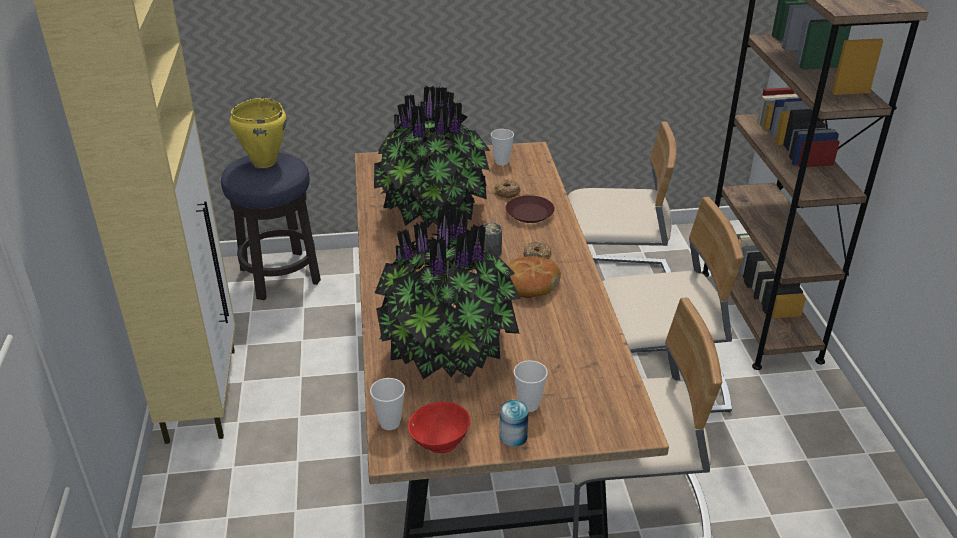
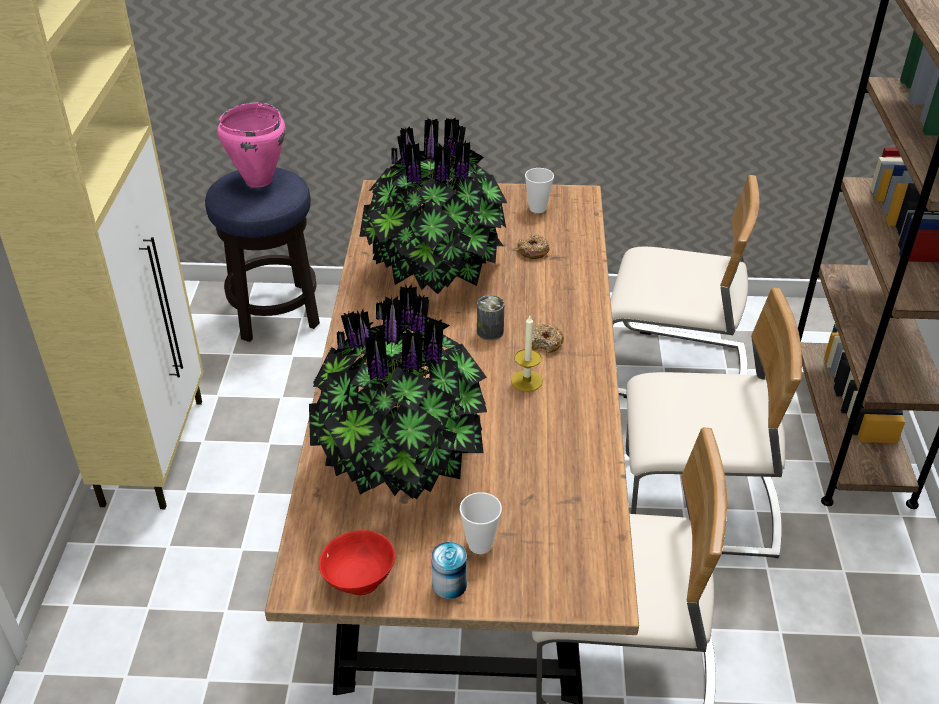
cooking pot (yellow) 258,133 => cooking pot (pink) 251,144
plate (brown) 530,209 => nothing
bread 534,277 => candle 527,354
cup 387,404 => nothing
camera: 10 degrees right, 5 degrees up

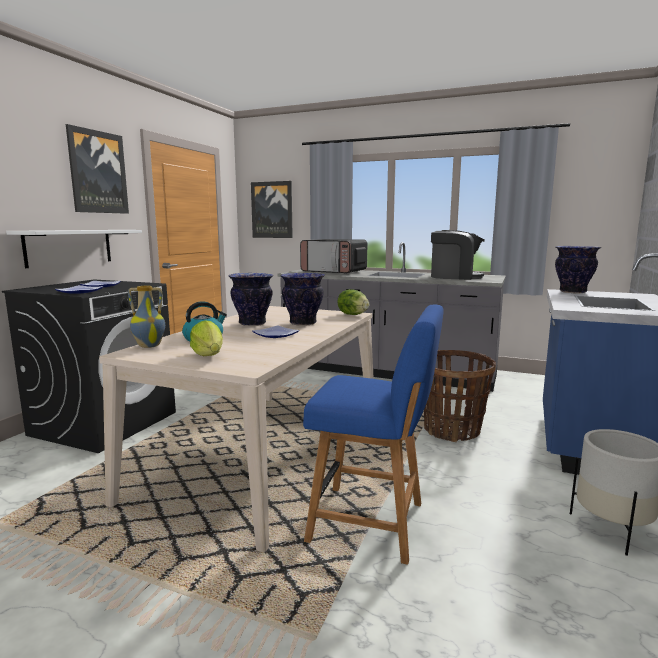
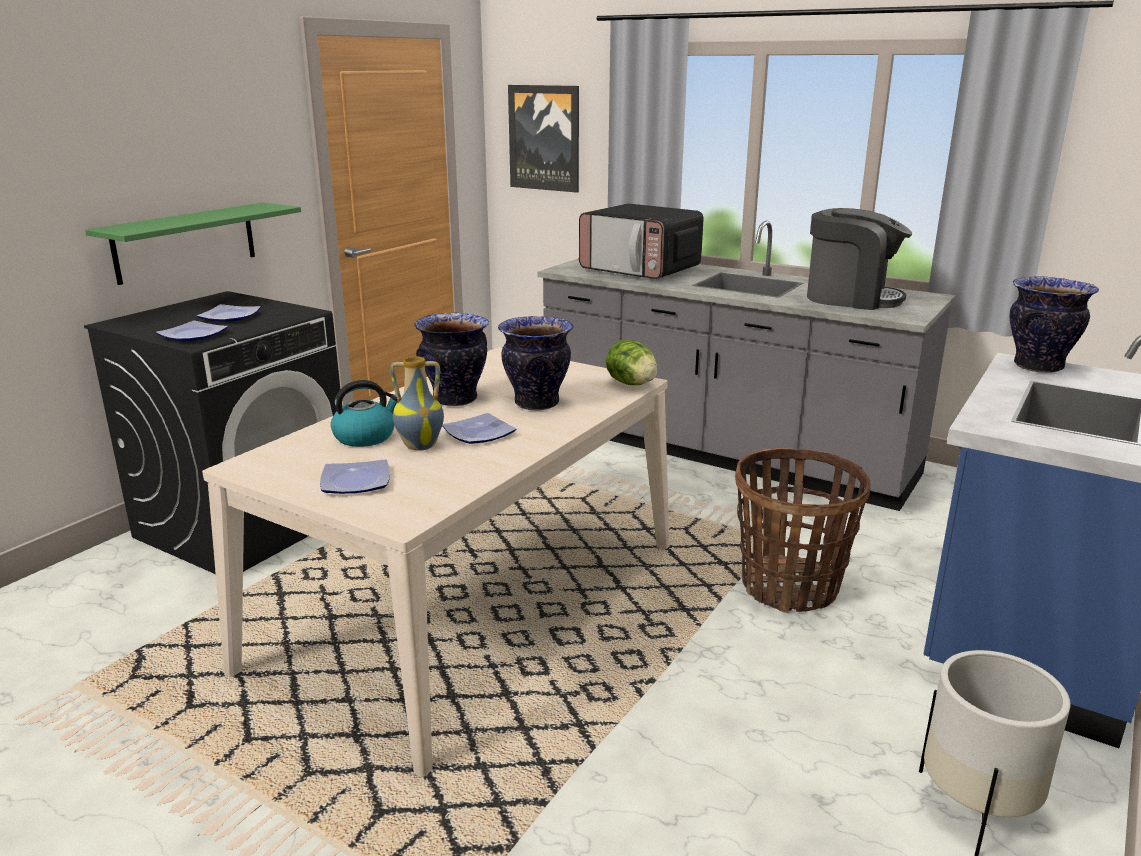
picture 97,169 => nothing
shelf (white) 74,249 => shelf (green) 193,244
vase 146,317 => vase 417,403, shifted
chair (blue) 373,435 => nothing
lettuce 206,338 => plate 355,476
camera: 10 degrees right, 10 degrees up

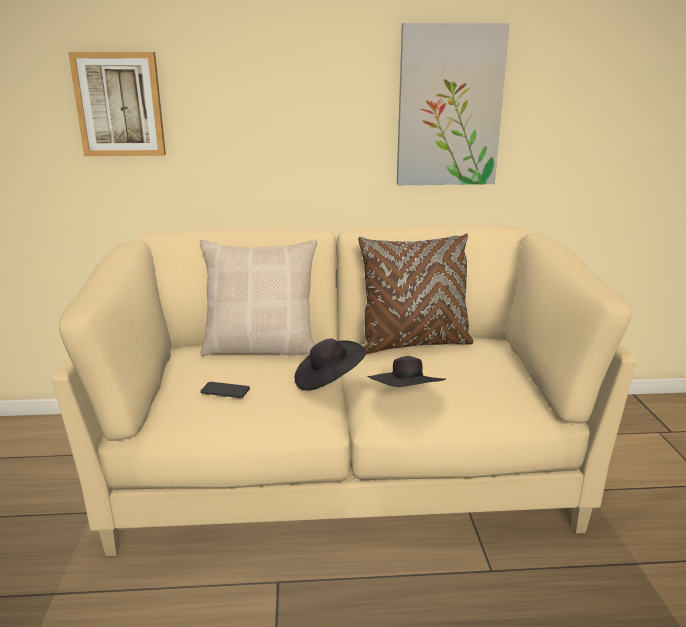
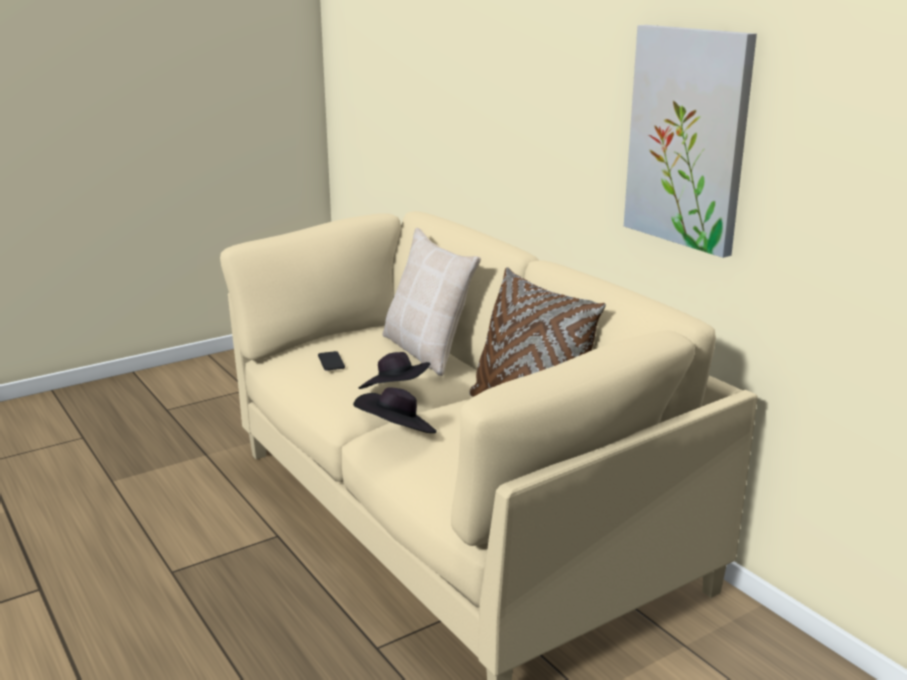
picture 117,104 => nothing
camera: 60 degrees right, 0 degrees up

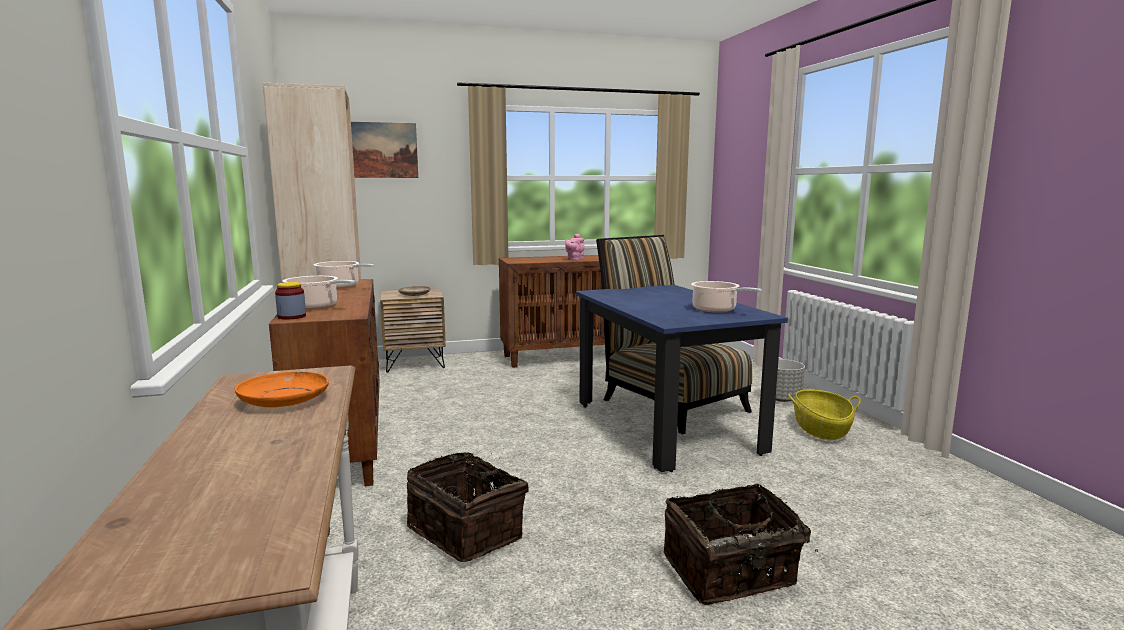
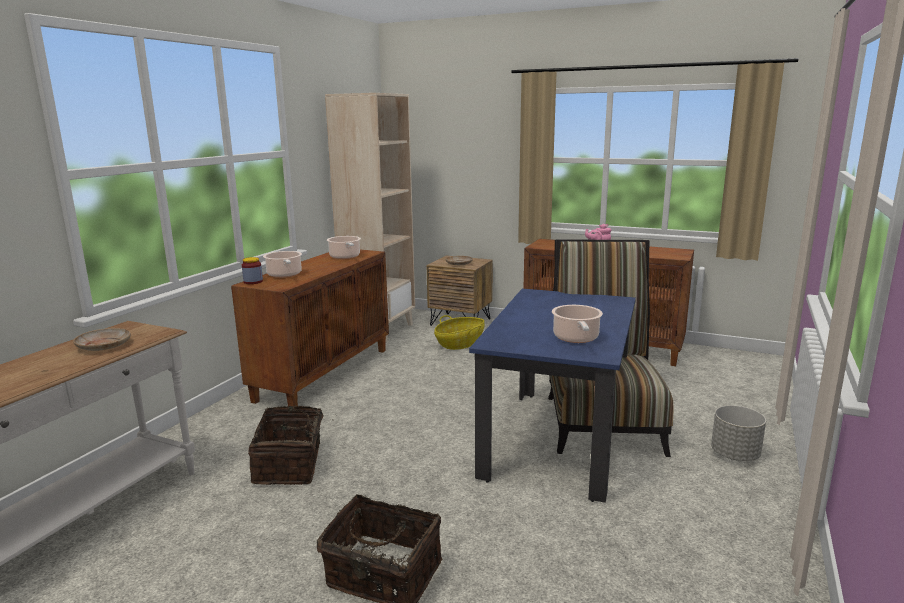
picture 384,150 => nothing
plate (orange) 282,389 => plate (beige) 102,339
basket 824,414 => basket 459,332, shifted
camera: 40 degrees right, 5 degrees up

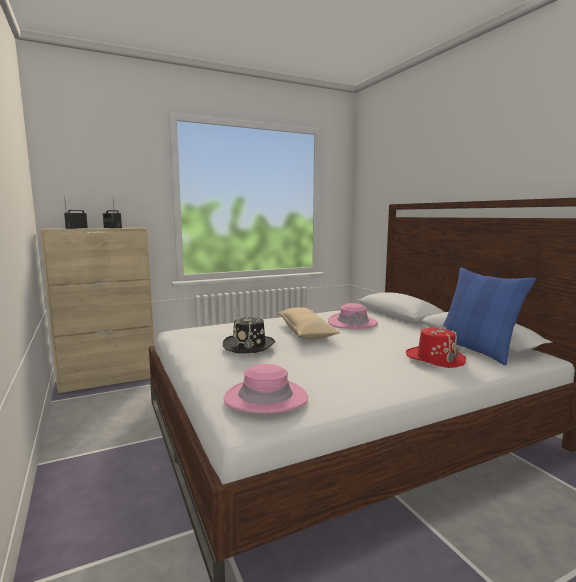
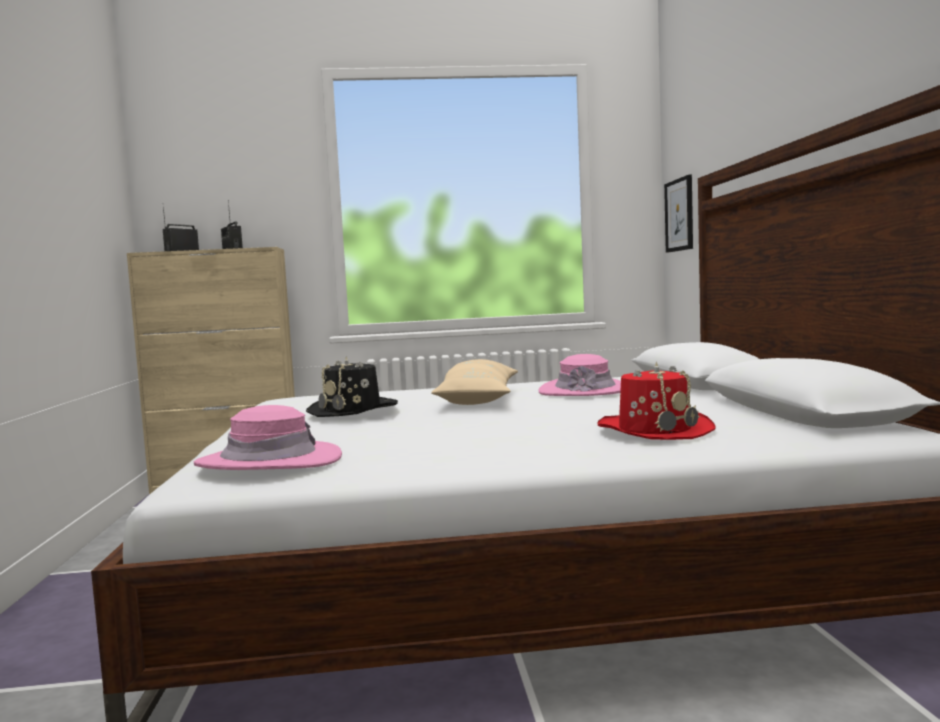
pillow (blue) 489,316 => nothing
nothing => picture 678,214
camera: 20 degrees right, 5 degrees down

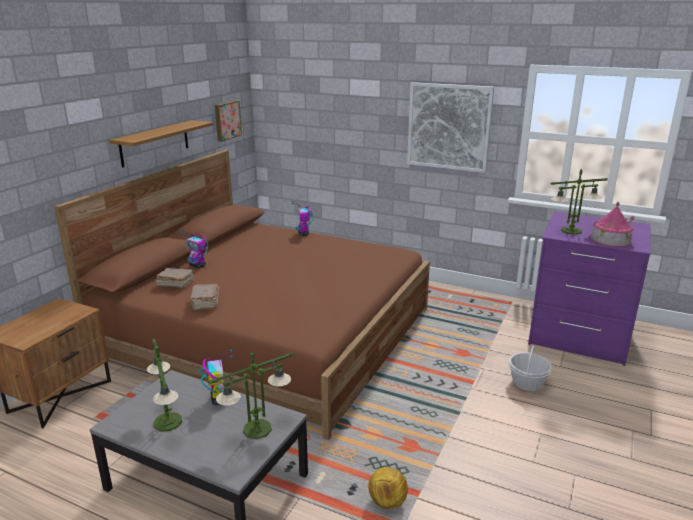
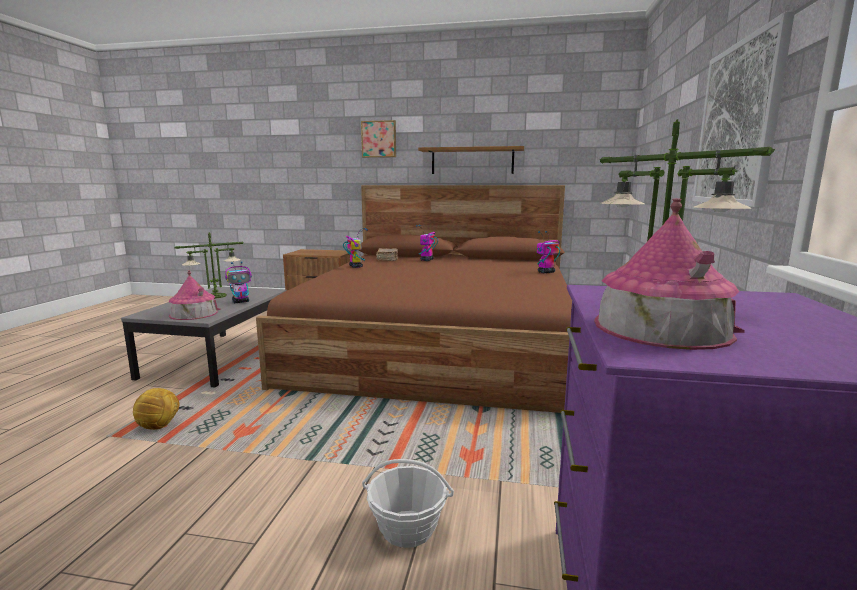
picture 228,121 => picture 378,139, shifted
book (brown) 204,297 => toy robot 355,248
table lamp 251,395 => toy house 195,295
camera: 75 degrees right, 10 degrees down

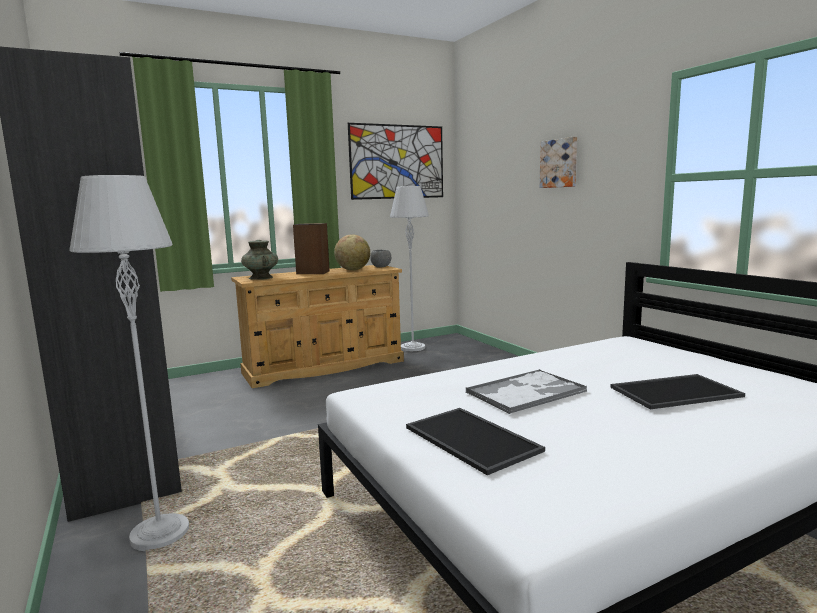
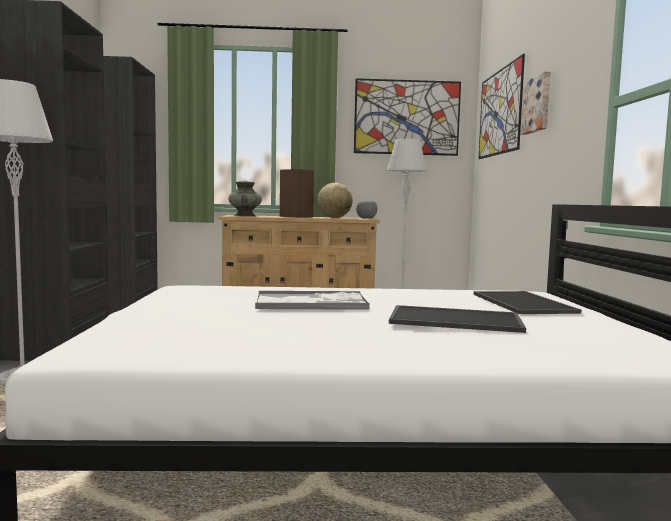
tray 475,441 => tray 527,302, shifted
nothing => picture 502,106
camera: 25 degrees right, 5 degrees down

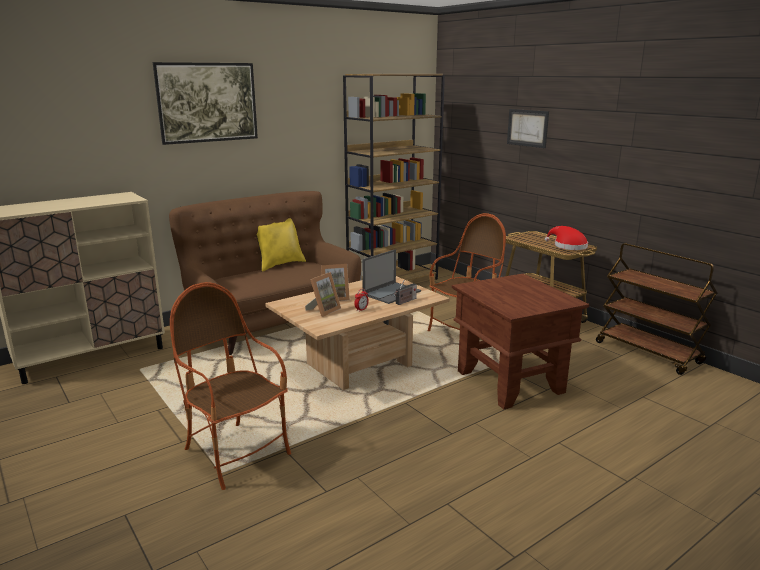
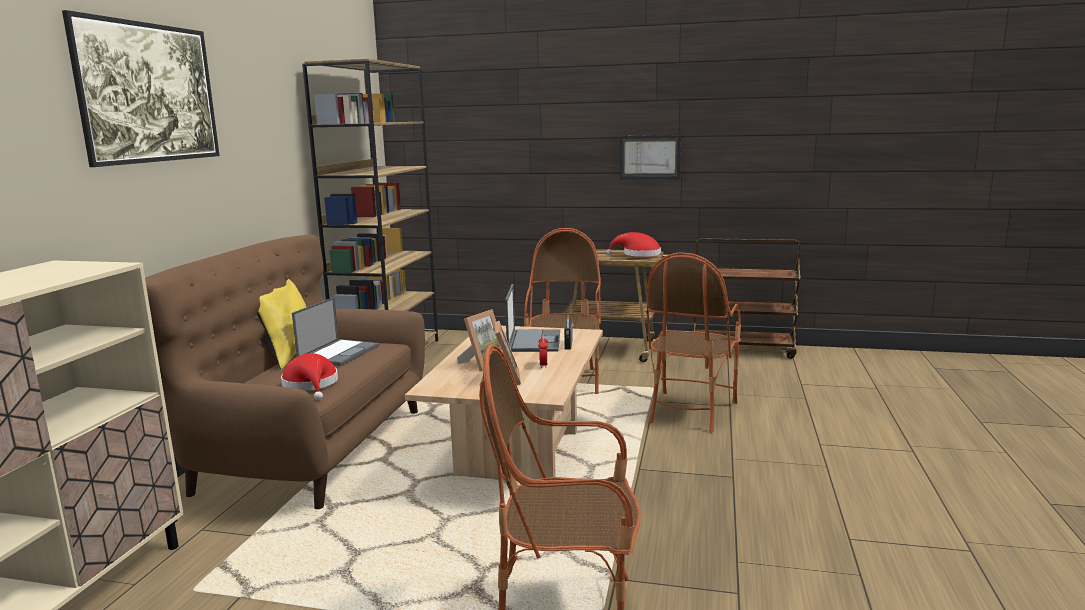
picture 528,128 => picture 650,157, shifted
side table (brown) 520,341 => armchair 693,342
nothing => laptop 336,331
nothing => hat (red) 309,376
camera: 40 degrees left, 5 degrees down

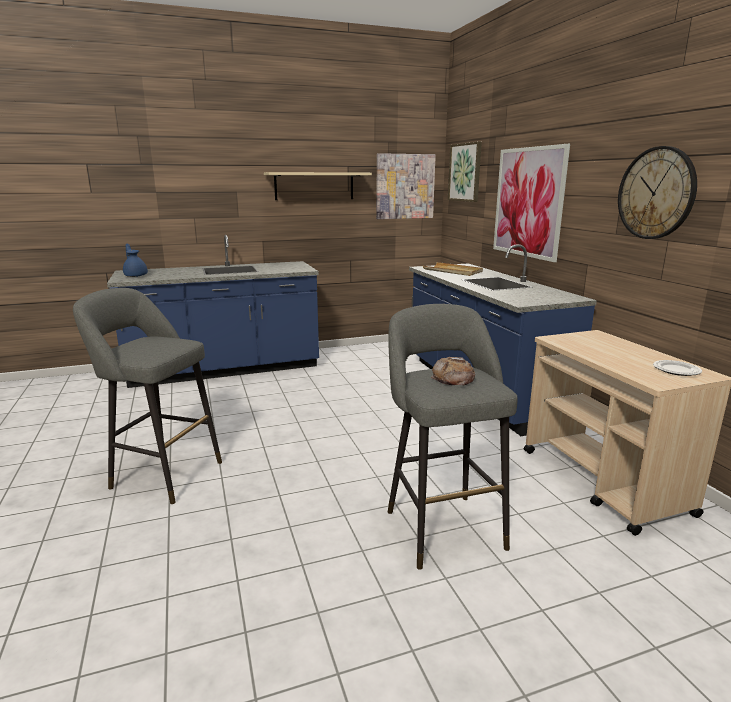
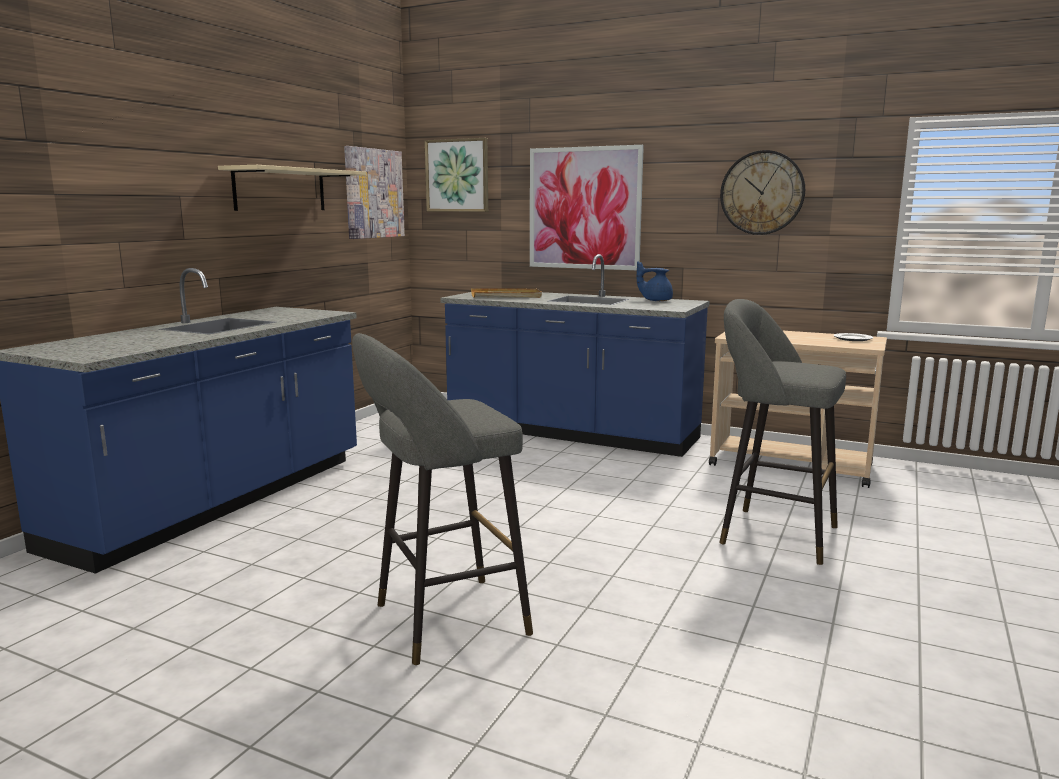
teapot (blue) 135,260 => teapot (blue) 655,281, shifted
bread 453,371 => nothing
camera: 45 degrees left, 5 degrees down

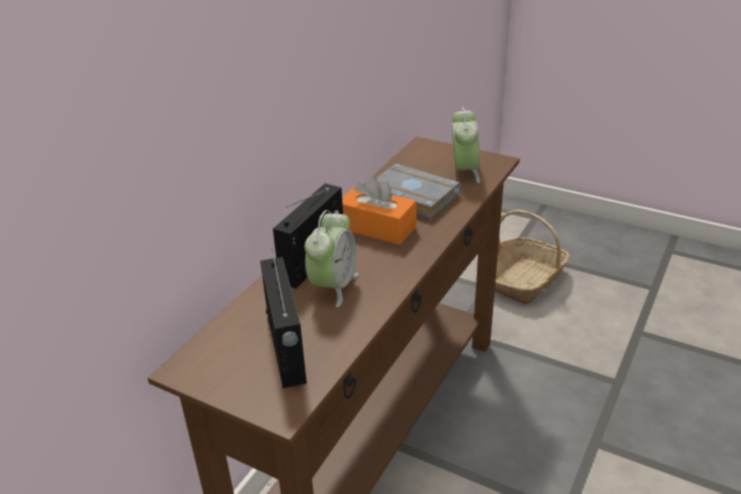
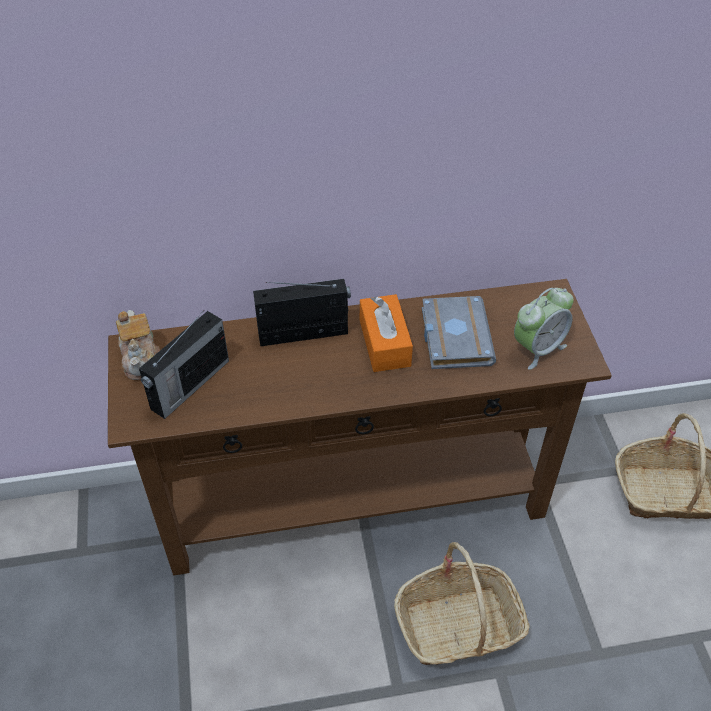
alarm clock 332,258 => nothing
nothing => teapot 138,345
nothing => basket 462,603
camera: 50 degrees right, 15 degrees up

